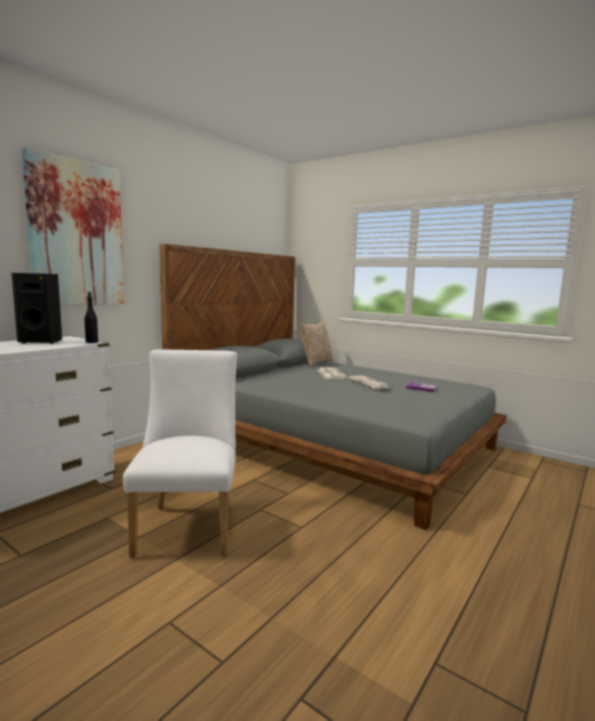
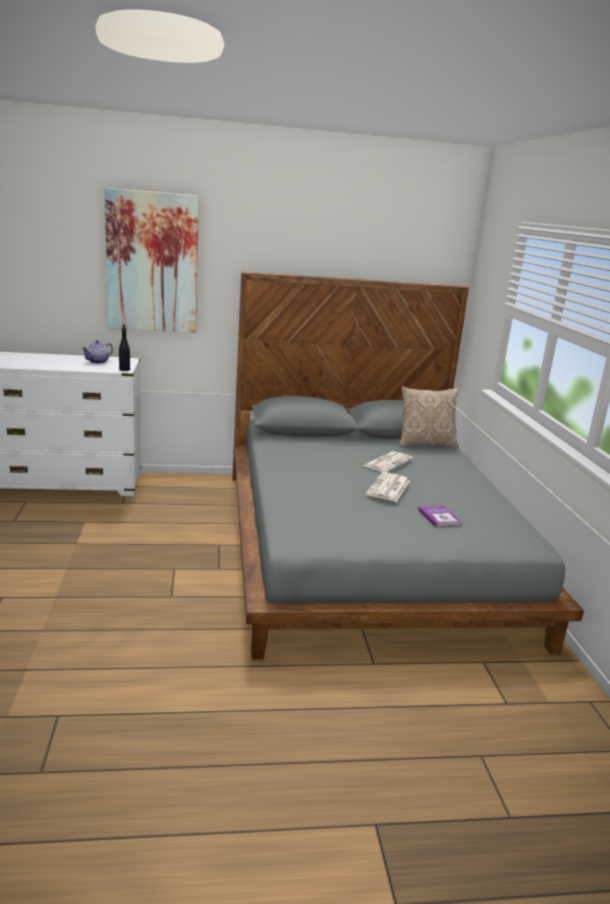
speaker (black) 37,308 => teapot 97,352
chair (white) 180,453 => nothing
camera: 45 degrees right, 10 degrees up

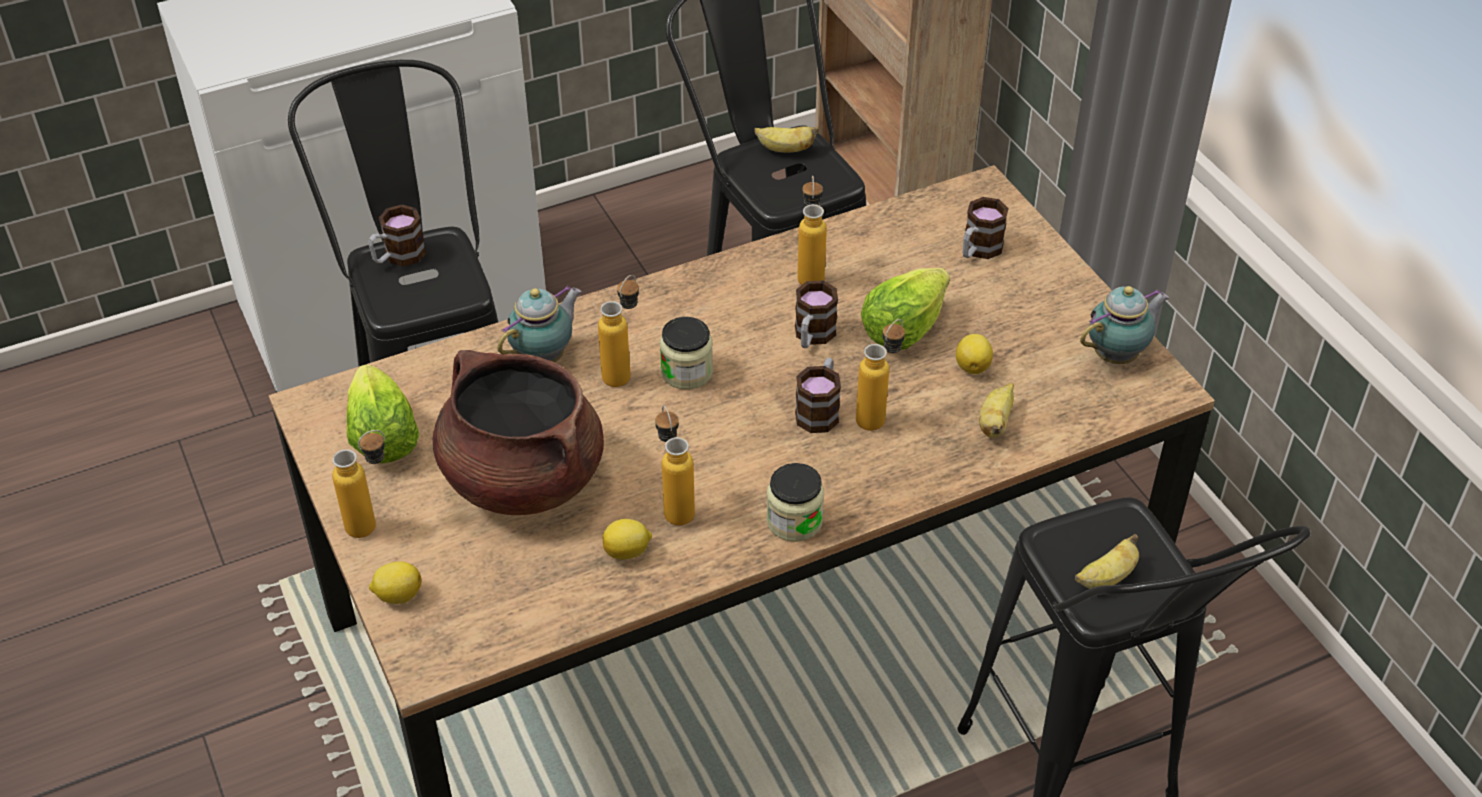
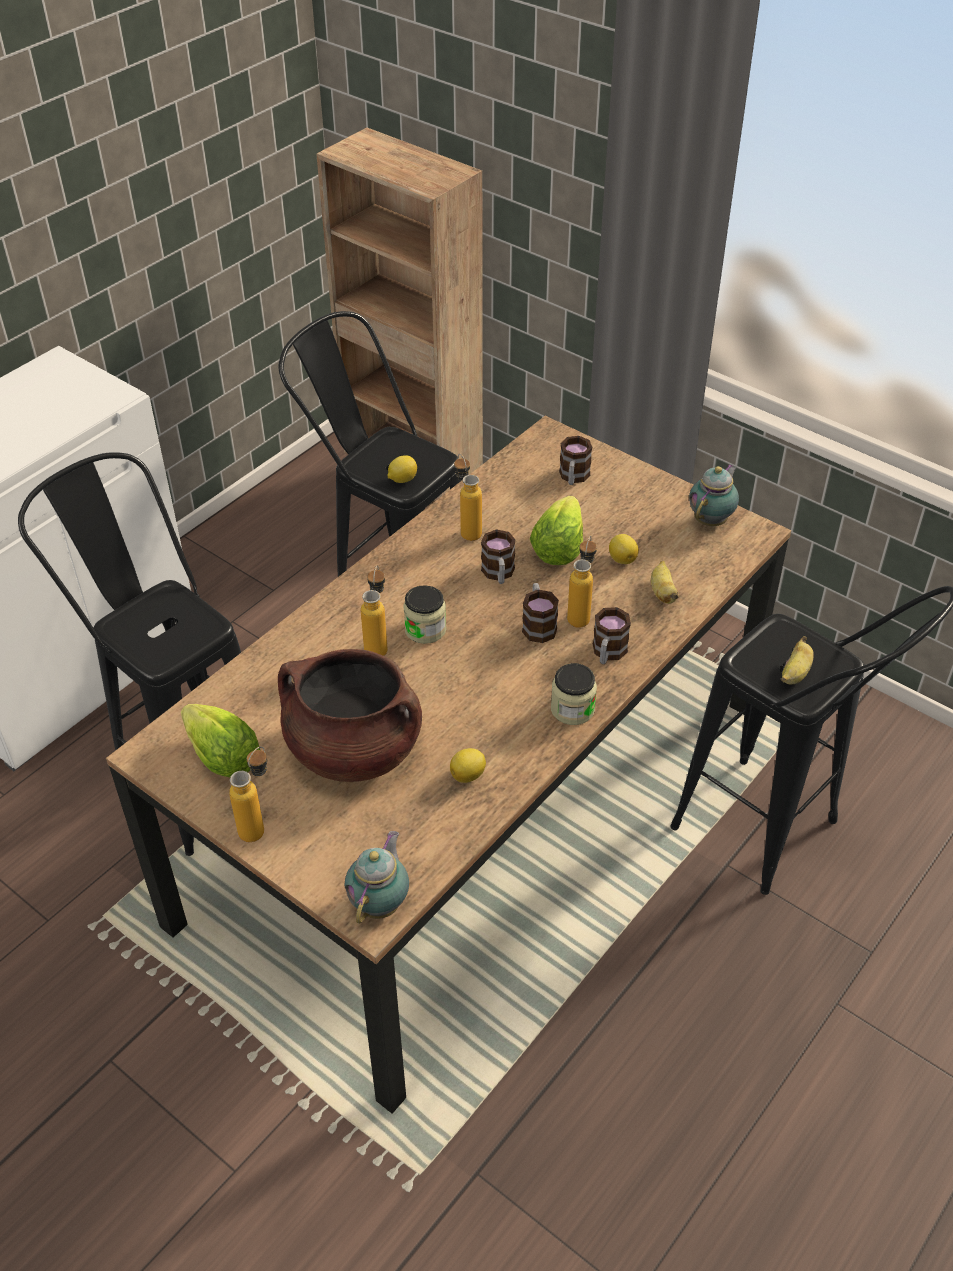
banana 786,139 => nothing
mug 397,236 => mug 612,635, shifted
teapot 540,323 => teapot 376,877, shifted
bottle 675,466 => nothing
lemon 395,582 => lemon 402,469, shifted
camera: 25 degrees left, 0 degrees up

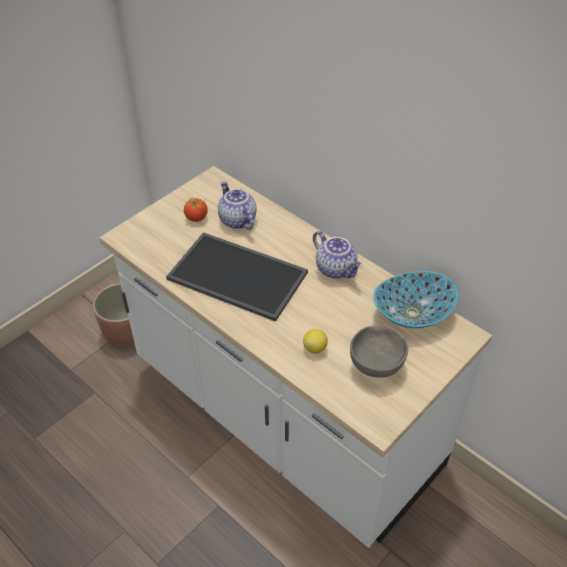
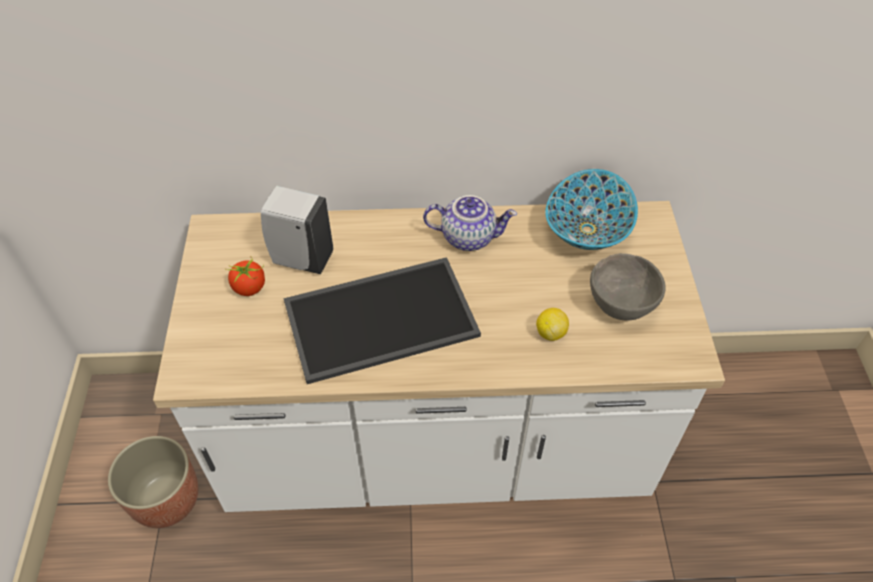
teapot 237,205 => soap dispenser (white) 297,230
camera: 45 degrees left, 5 degrees up

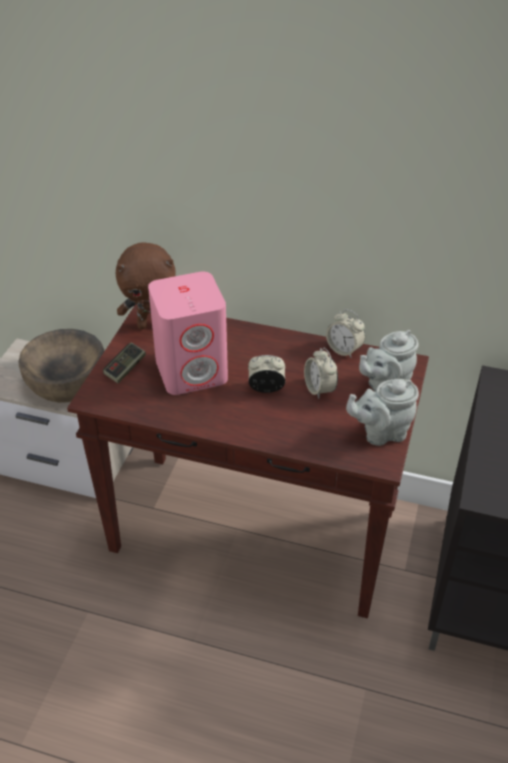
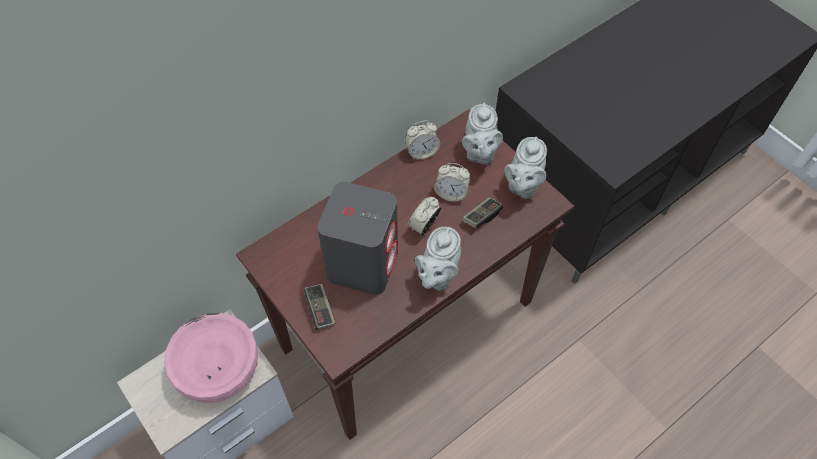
plush toy (brown) 146,285 => nothing
speaker (pink) 188,333 => speaker (grey) 357,238
bowl (brown) 61,366 => bowl (pink) 211,358
nothing => game controller 483,212
nothing => teapot (grey) 438,259
camera: 55 degrees left, 15 degrees up

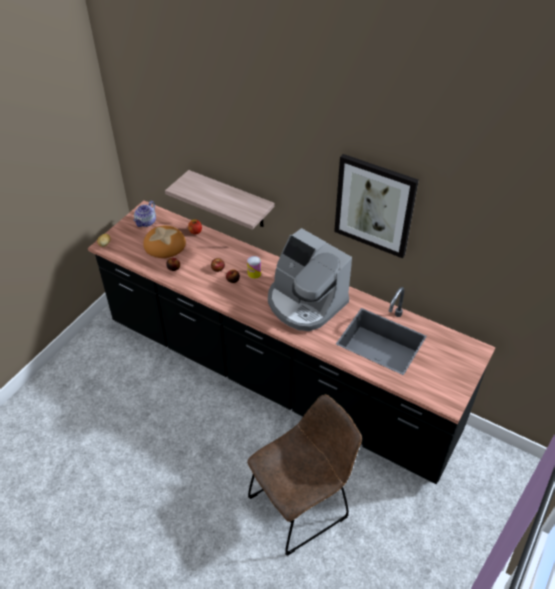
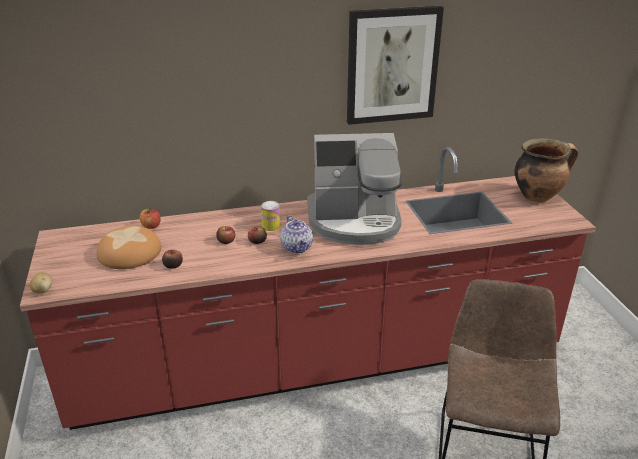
shelf 220,200 => nothing
counter (black) 292,342 => counter (red) 308,288
teapot 144,214 => teapot 296,234, shifted
nothing => cooking pot 546,170
camera: 45 degrees left, 15 degrees down

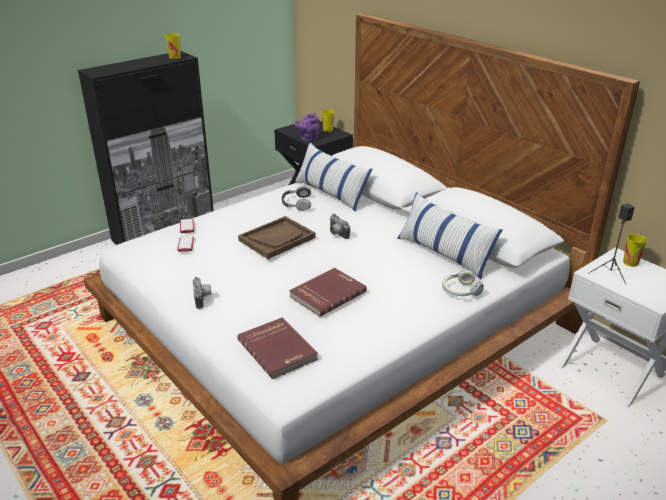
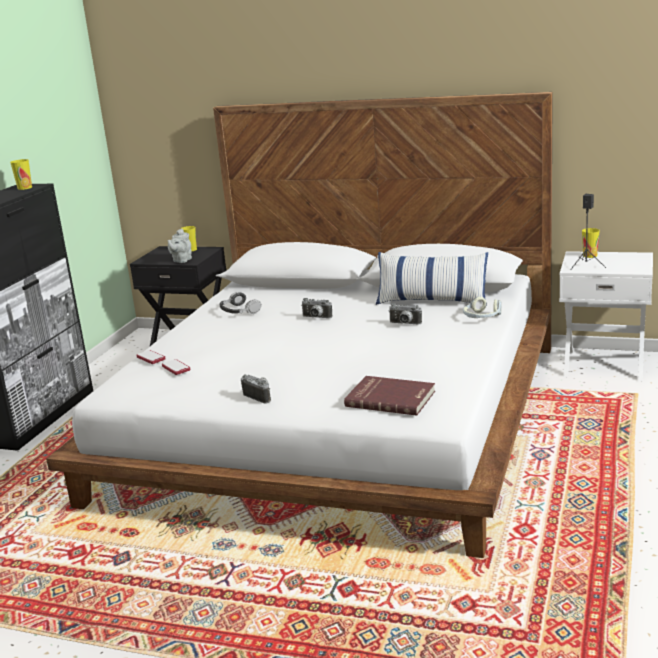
teapot (purple) 307,127 => teapot (grey) 180,245
pillow 333,177 => nothing
tray (brown) 277,237 => nothing
book (red) 328,292 => nothing
nothing => photo camera 405,313
camera: 30 degrees left, 10 degrees down

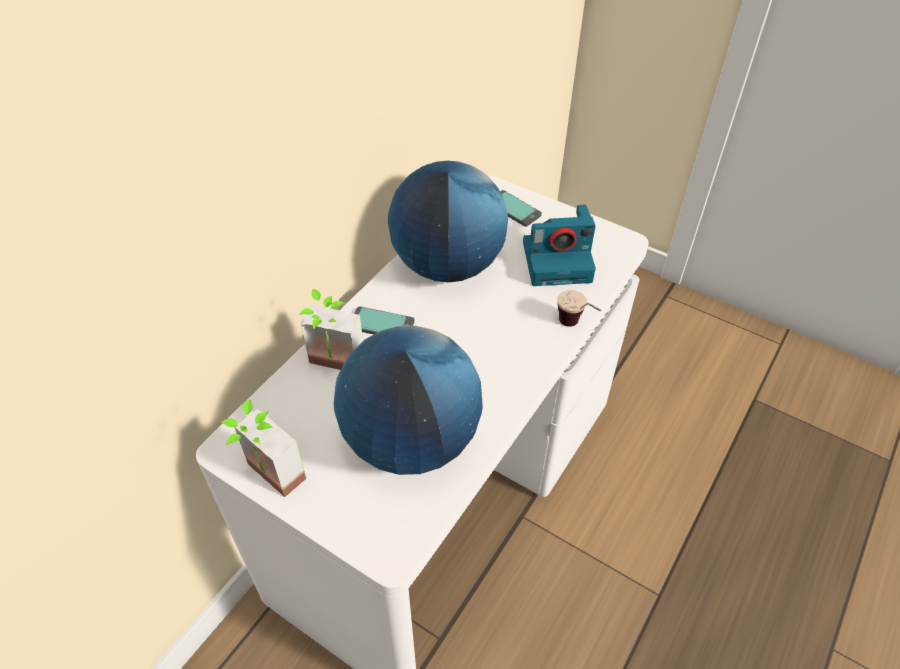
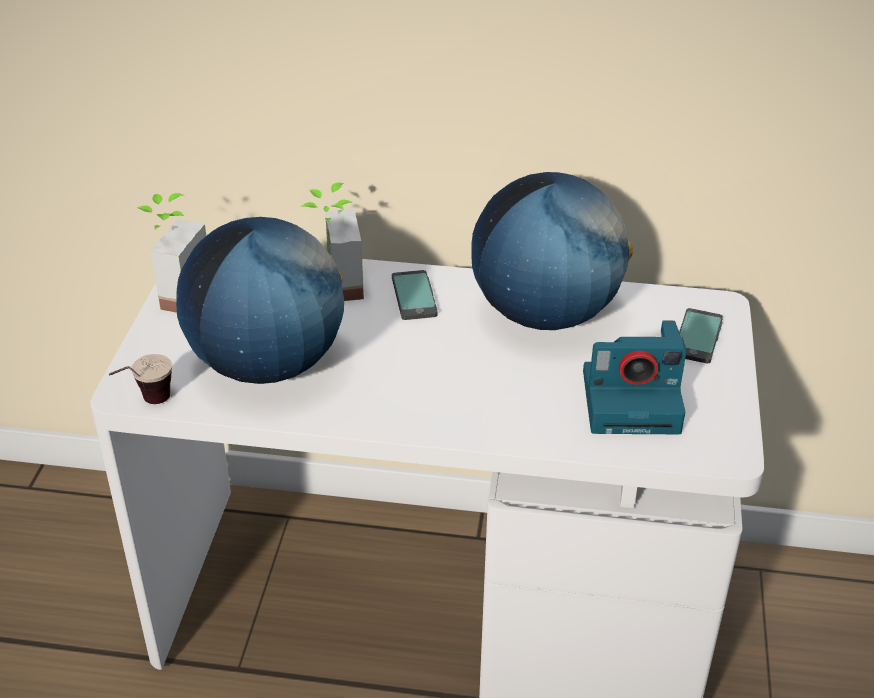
photo camera 559,245 => photo camera 635,377, 60 degrees counterclockwise
cup 579,308 => cup 140,379, shifted
camera: 65 degrees right, 10 degrees down

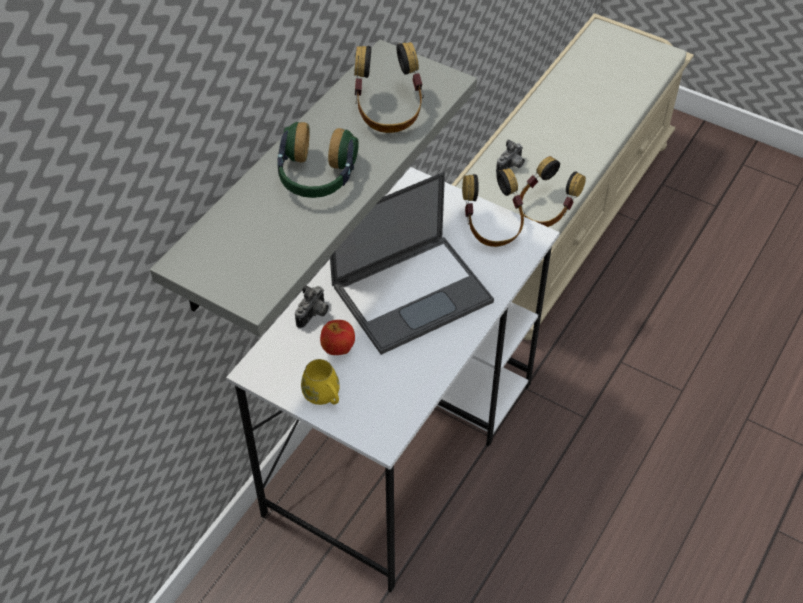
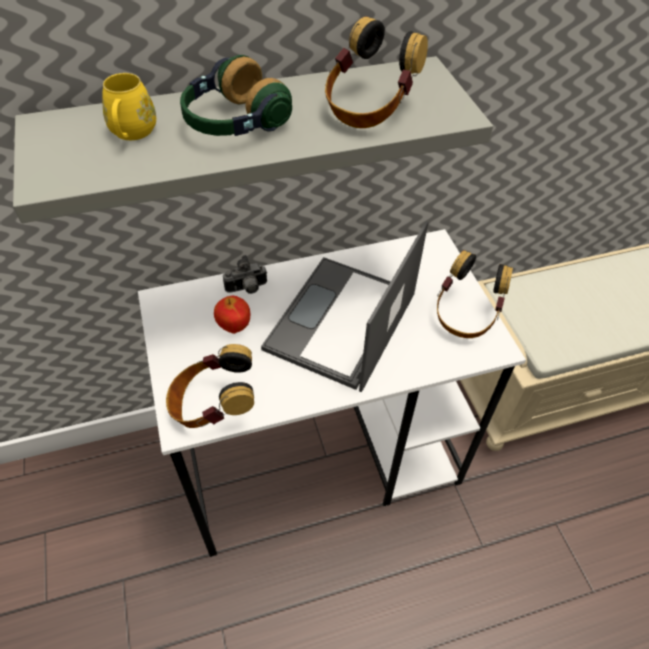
photo camera 510,156 => nothing
headphones 553,191 => headphones 210,386, shifted
laptop 412,263 => laptop 344,306, 105 degrees clockwise
mug (yellow) 320,382 => mug (yellow) 129,106, shifted
camera: 40 degrees right, 0 degrees up

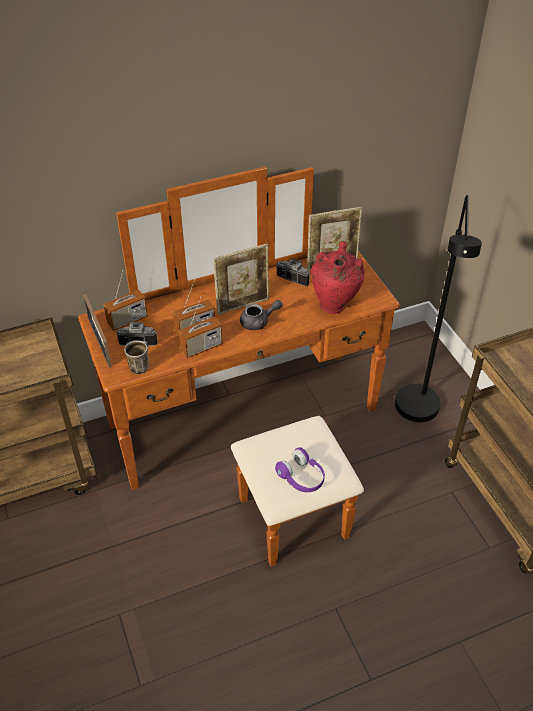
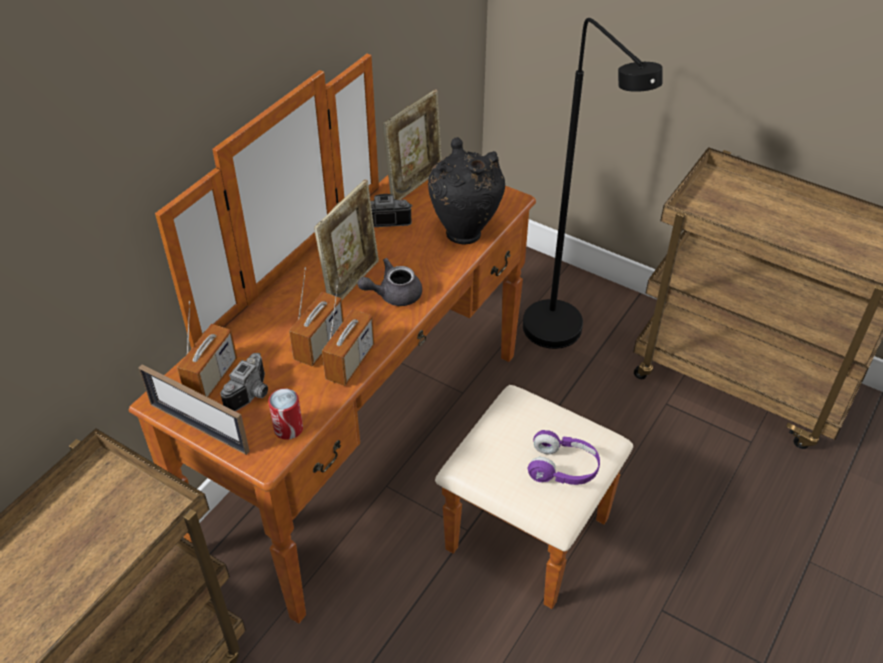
vase (red) 338,277 => vase (black) 466,190
teapot (grey) 261,315 => teapot (grey) 390,282, 150 degrees counterclockwise
photo camera 137,334 => photo camera 244,382, 150 degrees clockwise
mug 136,357 => can 285,414
camera: 35 degrees left, 0 degrees up

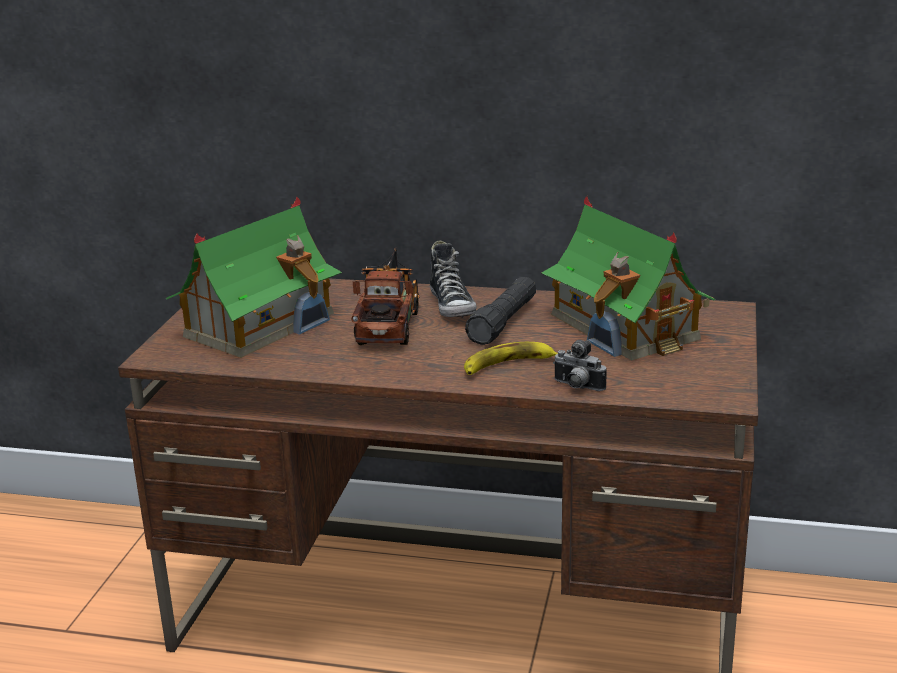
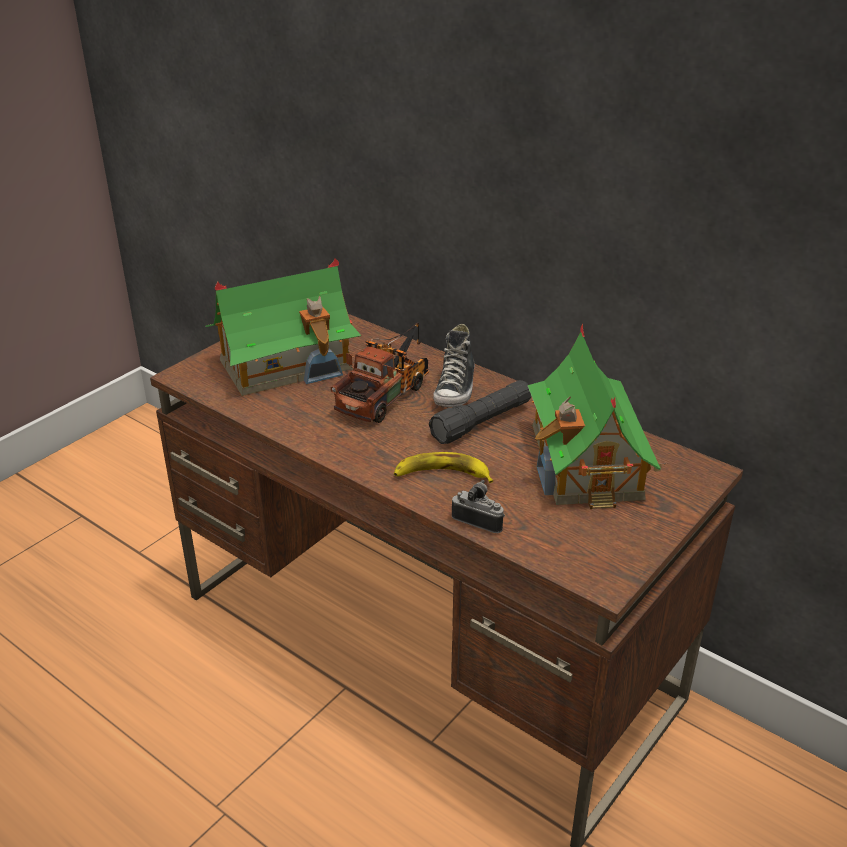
photo camera 580,365 => photo camera 478,506, 150 degrees clockwise
camera: 25 degrees right, 10 degrees up

